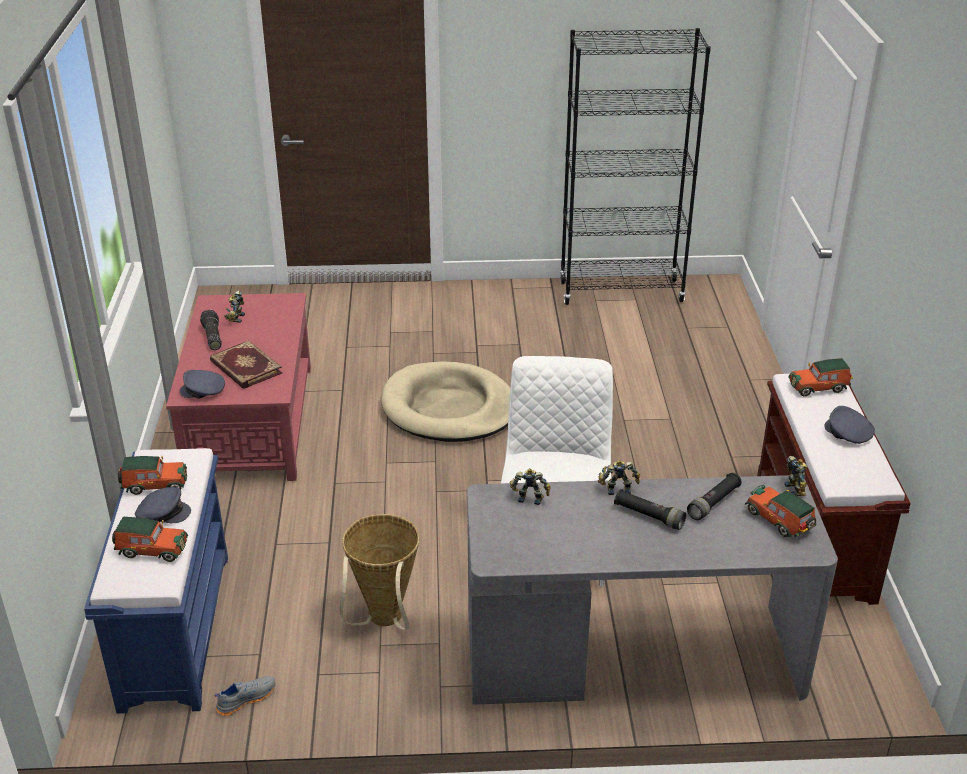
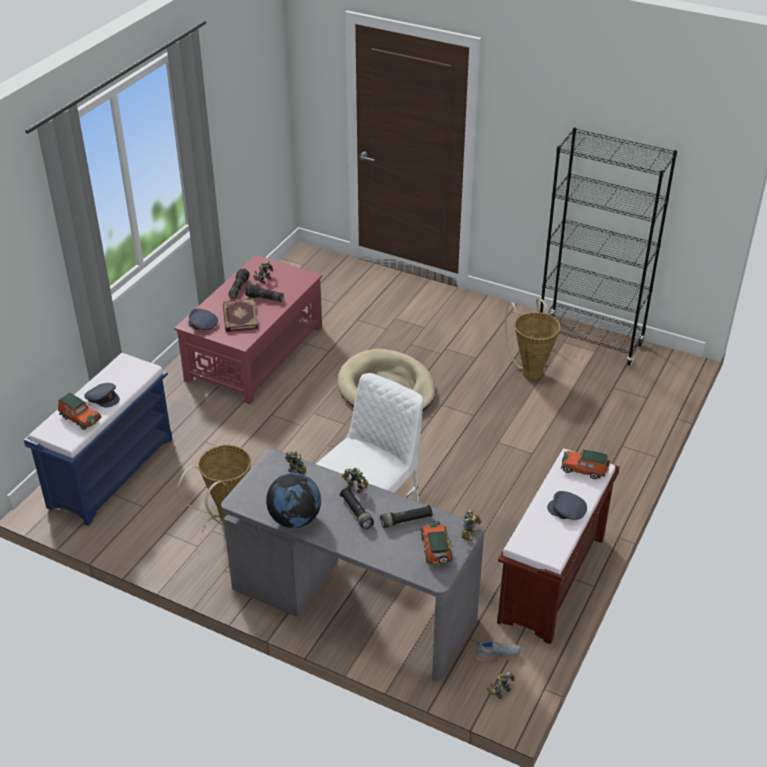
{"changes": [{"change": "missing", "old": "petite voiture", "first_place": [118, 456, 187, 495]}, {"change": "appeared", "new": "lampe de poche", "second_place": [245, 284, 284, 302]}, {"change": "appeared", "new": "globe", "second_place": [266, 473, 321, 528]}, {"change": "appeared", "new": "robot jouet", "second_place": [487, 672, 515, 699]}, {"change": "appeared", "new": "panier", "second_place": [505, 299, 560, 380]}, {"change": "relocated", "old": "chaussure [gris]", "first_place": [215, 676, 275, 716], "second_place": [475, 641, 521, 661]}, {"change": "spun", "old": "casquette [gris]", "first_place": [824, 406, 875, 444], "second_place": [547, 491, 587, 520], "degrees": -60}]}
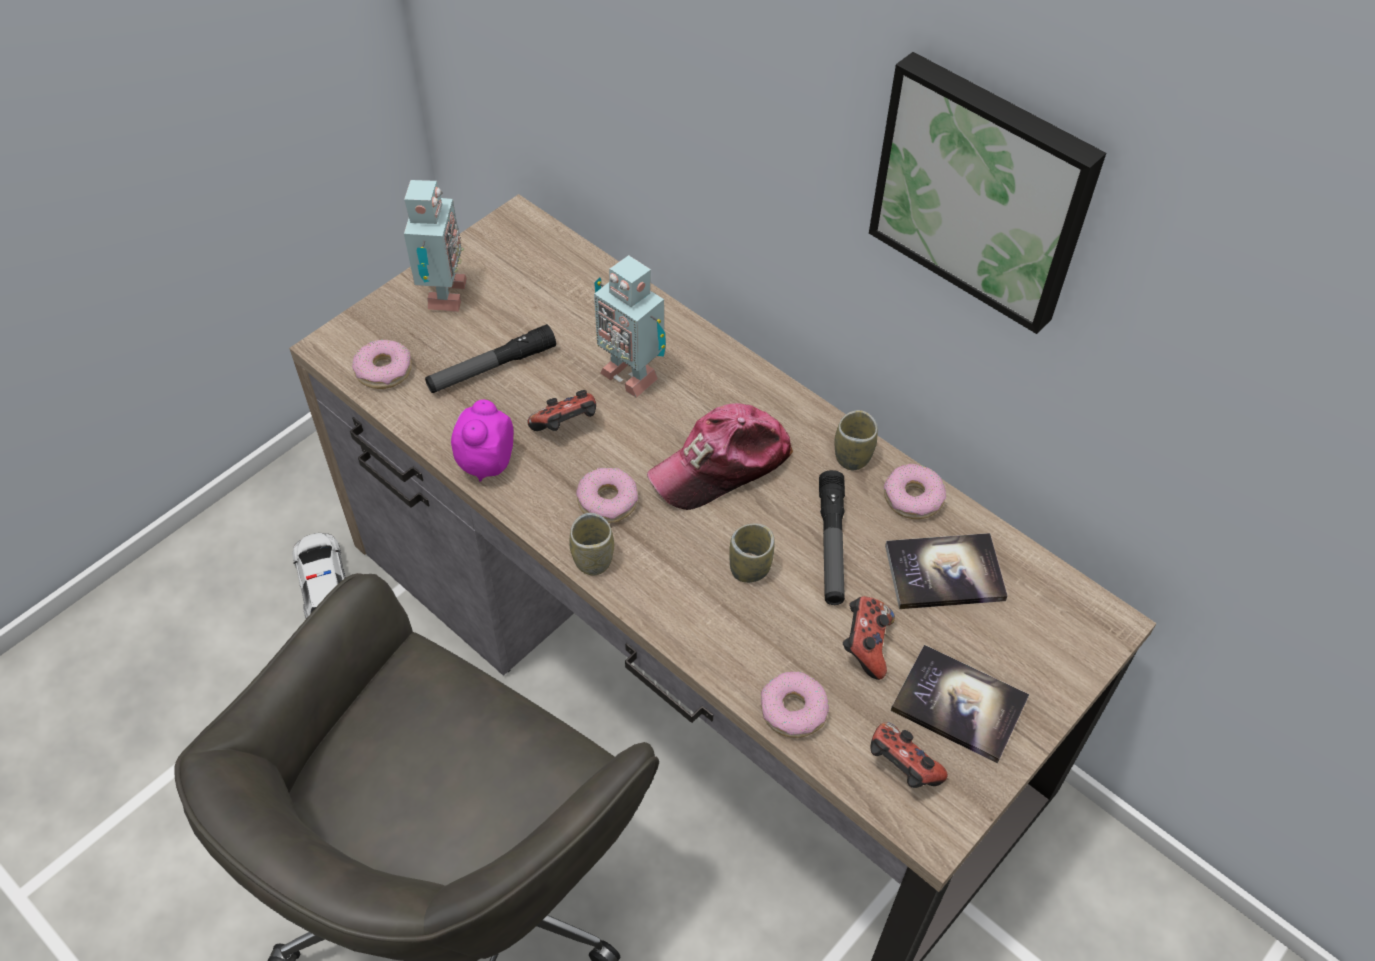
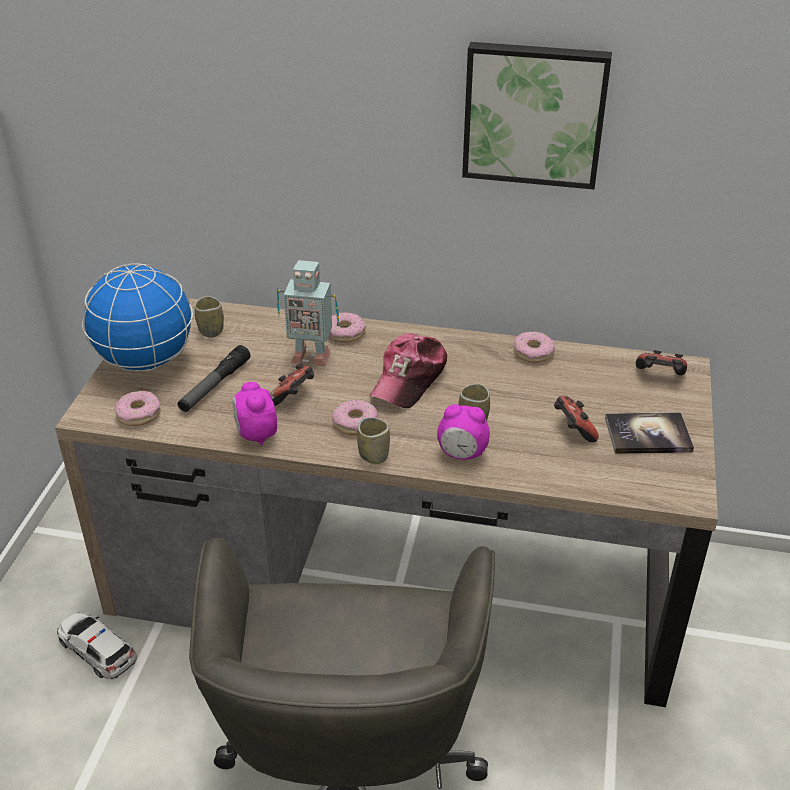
{"changes": [{"change": "missing", "old": "lampe de poche", "first_place": [819, 470, 845, 605]}, {"change": "missing", "old": "livre", "first_place": [885, 533, 1008, 609]}, {"change": "appeared", "new": "réveil", "second_place": [437, 404, 490, 460]}, {"change": "relocated", "old": "beignet", "first_place": [761, 672, 829, 738], "second_place": [328, 312, 366, 342]}, {"change": "relocated", "old": "tasse", "first_place": [834, 410, 877, 470], "second_place": [195, 296, 224, 338]}, {"change": "relocated", "old": "manette", "first_place": [870, 722, 948, 788], "second_place": [636, 350, 687, 375]}, {"change": "exchanged", "old": "robot jouet", "new": "globe", "first_place": [404, 180, 467, 312], "second_place": [82, 263, 193, 371]}]}
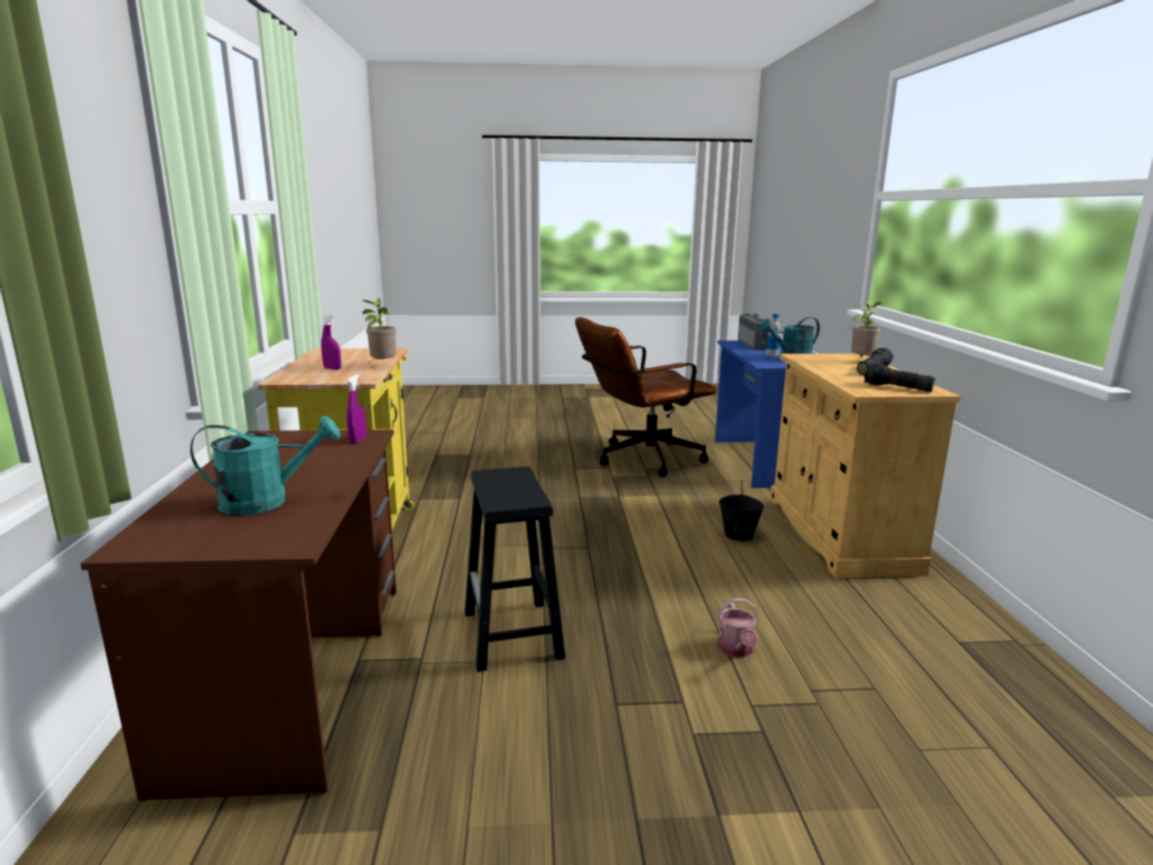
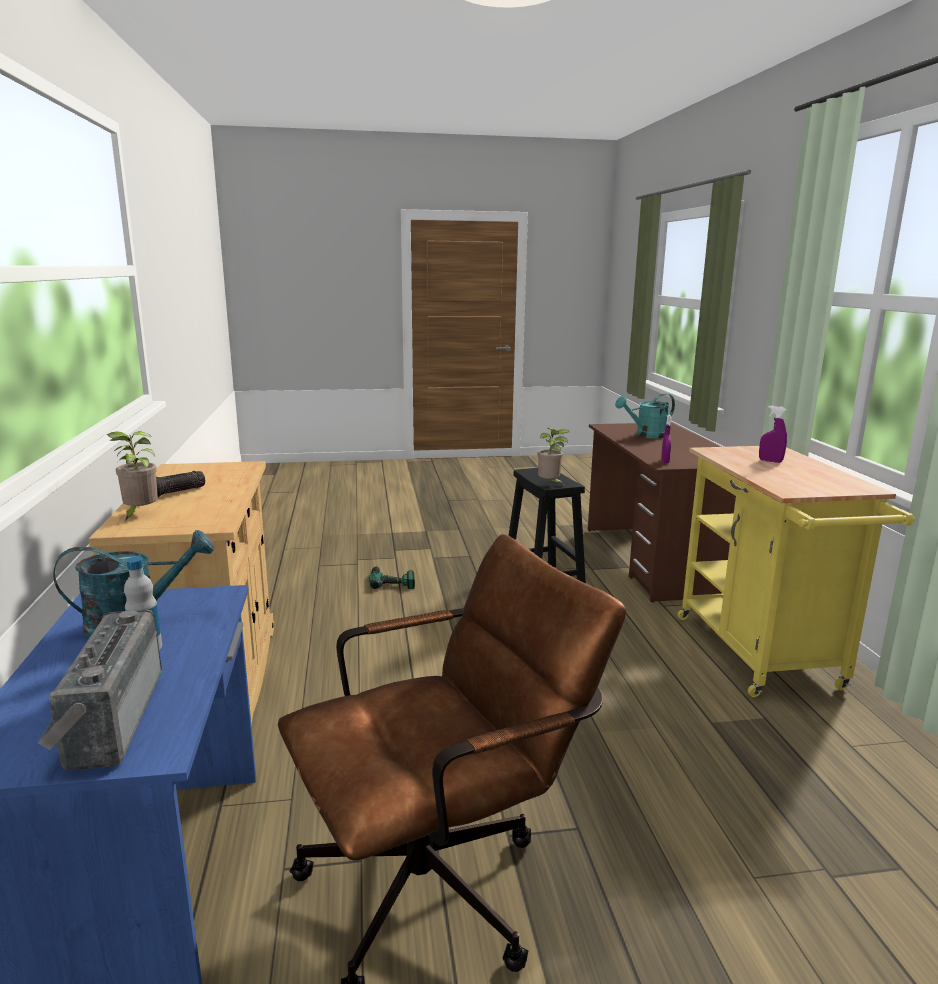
{"changes": [{"change": "missing", "old": "seau [noir]", "first_place": [719, 480, 764, 541]}, {"change": "missing", "old": "lampe de poche", "first_place": [864, 363, 935, 392]}, {"change": "relocated", "old": "plante en pot", "first_place": [363, 298, 396, 363], "second_place": [537, 428, 569, 486]}, {"change": "exchanged", "old": "arrosoir", "new": "perceuse", "first_place": [717, 599, 759, 657], "second_place": [369, 565, 415, 589]}]}
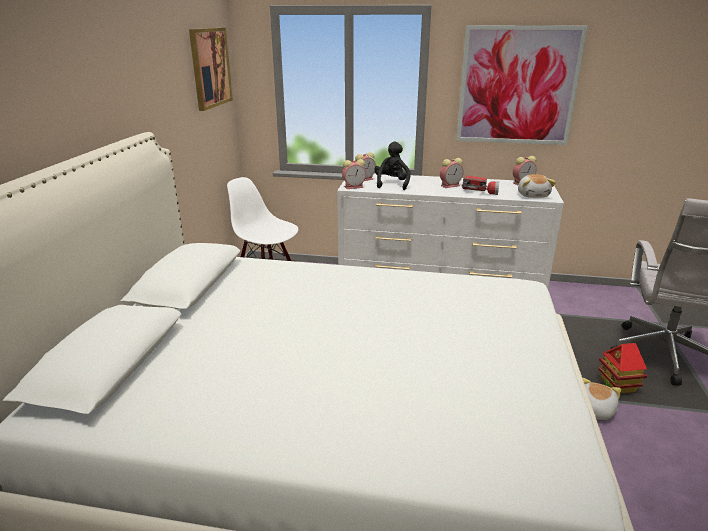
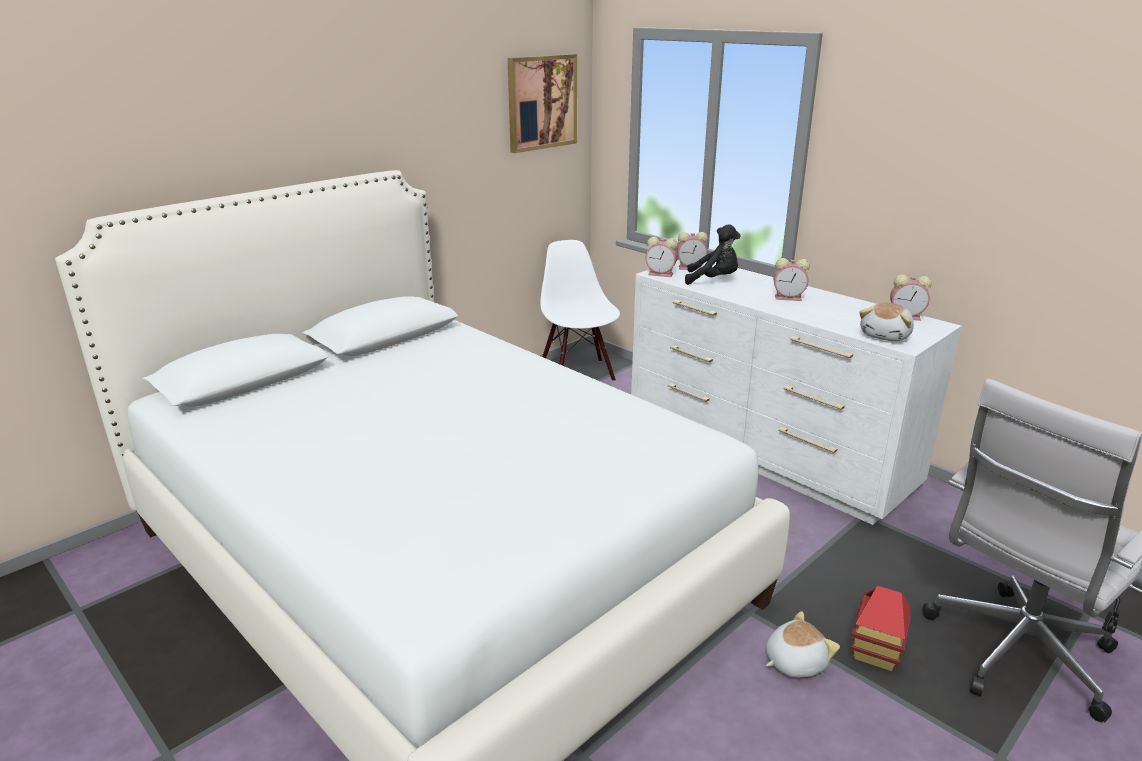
{"changes": [{"change": "missing", "old": "tableau", "first_place": [456, 25, 588, 145]}, {"change": "missing", "old": "lampe de poche", "first_place": [462, 175, 499, 195]}, {"change": "spun", "old": "peluche [noir]", "first_place": [374, 141, 411, 190], "second_place": [685, 224, 741, 285], "degrees": 60}]}
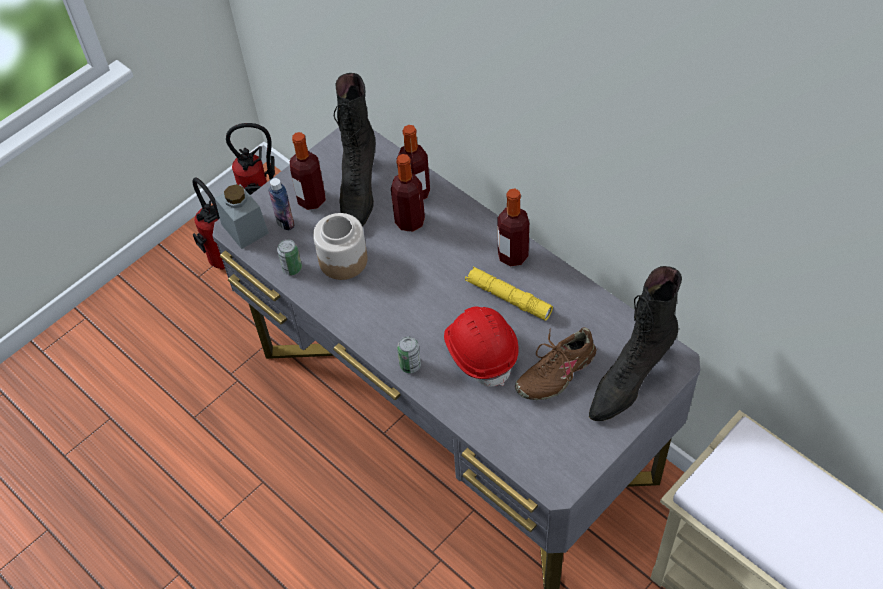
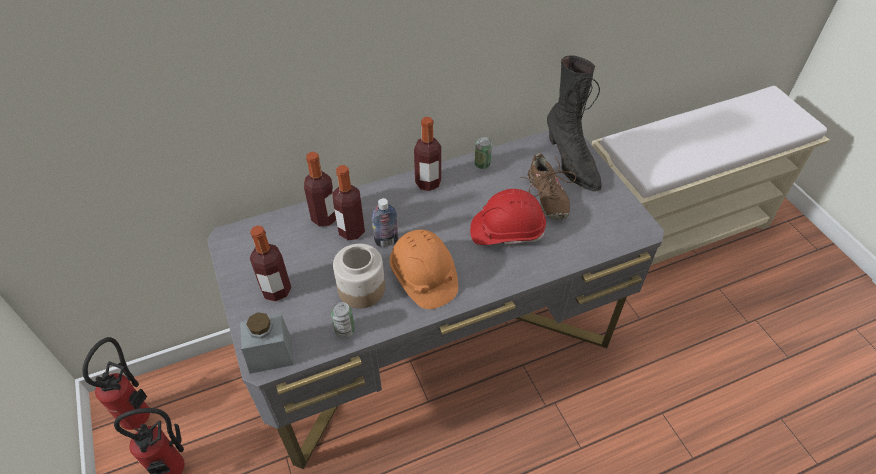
{"changes": [{"change": "missing", "old": "botte [noir]", "first_place": [334, 73, 376, 227]}, {"change": "missing", "old": "lampe de poche [jaune]", "first_place": [465, 266, 553, 321]}, {"change": "appeared", "new": "casque de chantier [orange]", "second_place": [389, 229, 458, 309]}, {"change": "relocated", "old": "bouteille", "first_place": [268, 178, 295, 230], "second_place": [372, 198, 399, 247]}, {"change": "relocated", "old": "boîte métallique", "first_place": [397, 336, 421, 373], "second_place": [474, 137, 492, 169]}]}
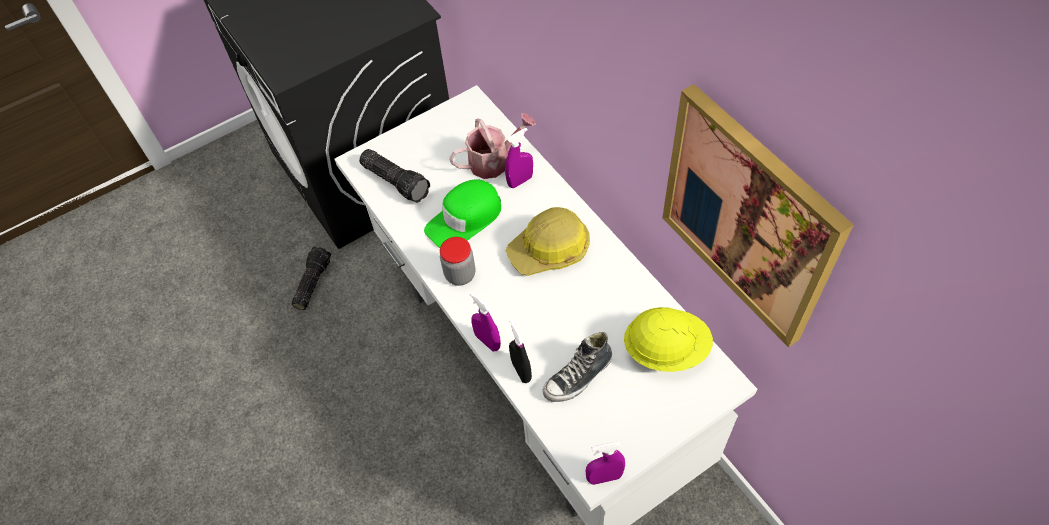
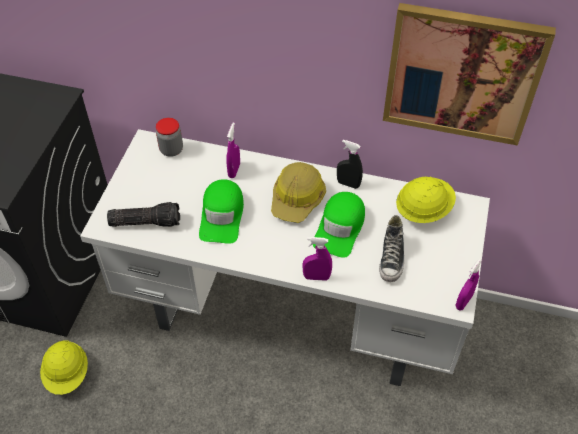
{"changes": [{"change": "missing", "old": "arrosoir", "first_place": [450, 113, 536, 179]}, {"change": "appeared", "new": "casquette [vert]", "second_place": [313, 192, 365, 258]}, {"change": "relocated", "old": "bocal", "first_place": [440, 237, 475, 286], "second_place": [156, 118, 183, 157]}, {"change": "relocated", "old": "vaporisateur [noir]", "first_place": [509, 320, 532, 383], "second_place": [337, 140, 363, 189]}, {"change": "exchanged", "old": "lampe de poche", "new": "casque de chantier [jaune]", "first_place": [291, 246, 331, 310], "second_place": [40, 341, 88, 395]}]}
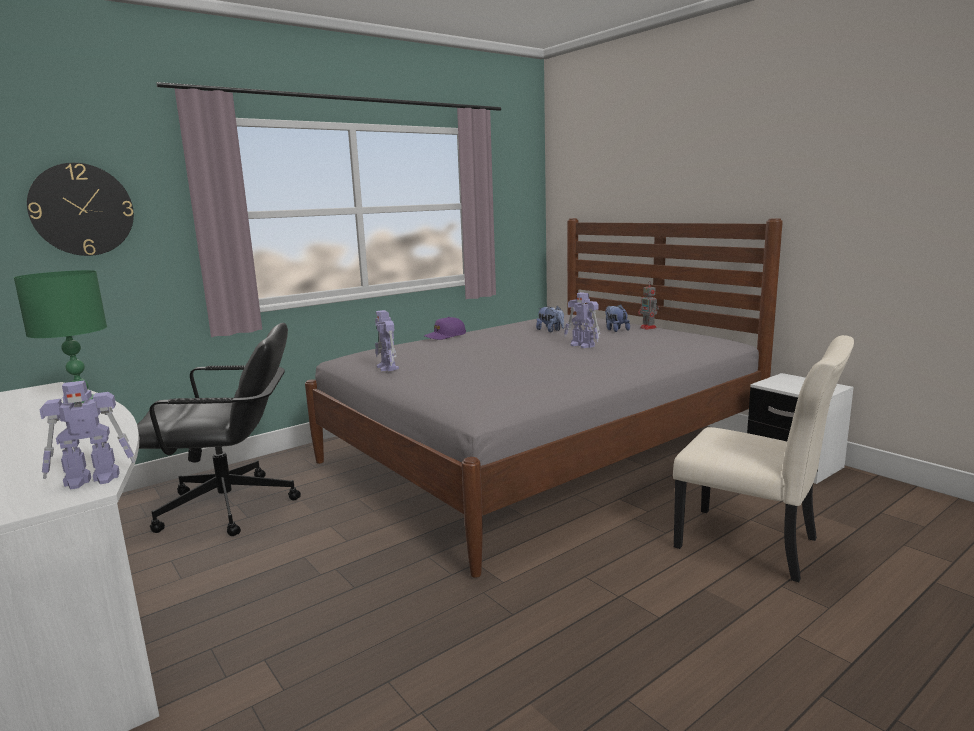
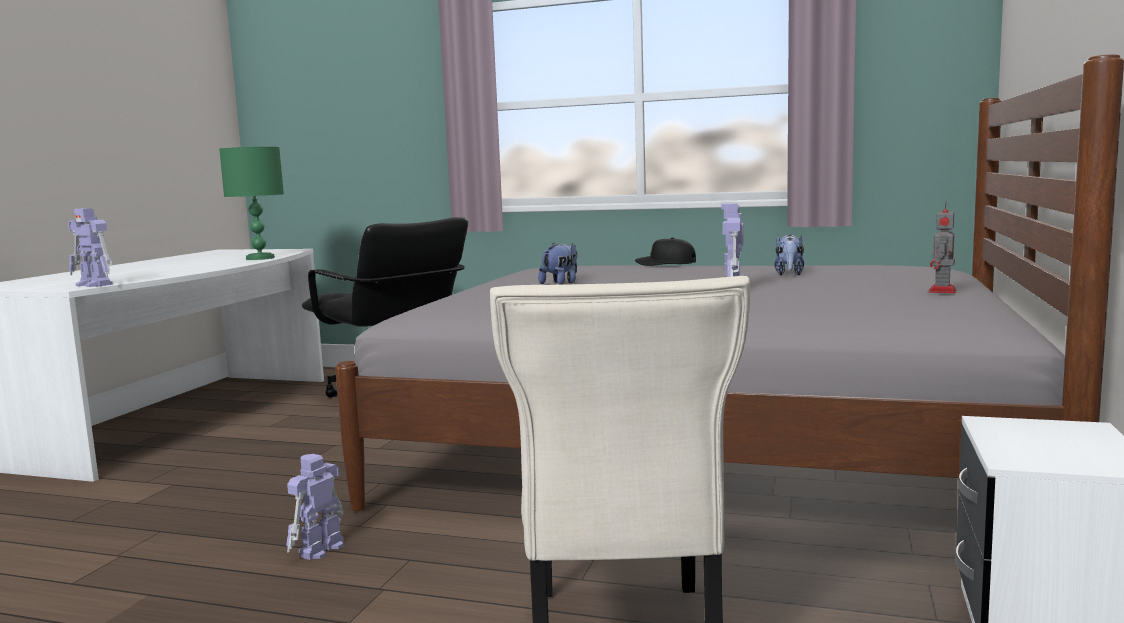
{"changes": [{"change": "missing", "old": "horloge murale", "first_place": [27, 163, 134, 256]}, {"change": "relocated", "old": "robot jouet", "first_place": [375, 310, 399, 371], "second_place": [286, 454, 344, 560]}, {"change": "relocated", "old": "peluche", "first_place": [605, 304, 630, 332], "second_place": [538, 242, 578, 285]}, {"change": "colour", "old": "casquette [violet]", "new": "casquette [noir]", "first_place": [424, 317, 466, 340], "second_place": [635, 237, 696, 266]}]}
